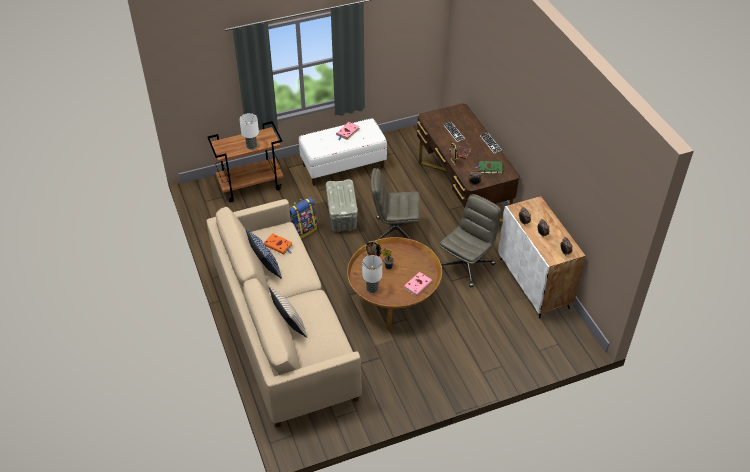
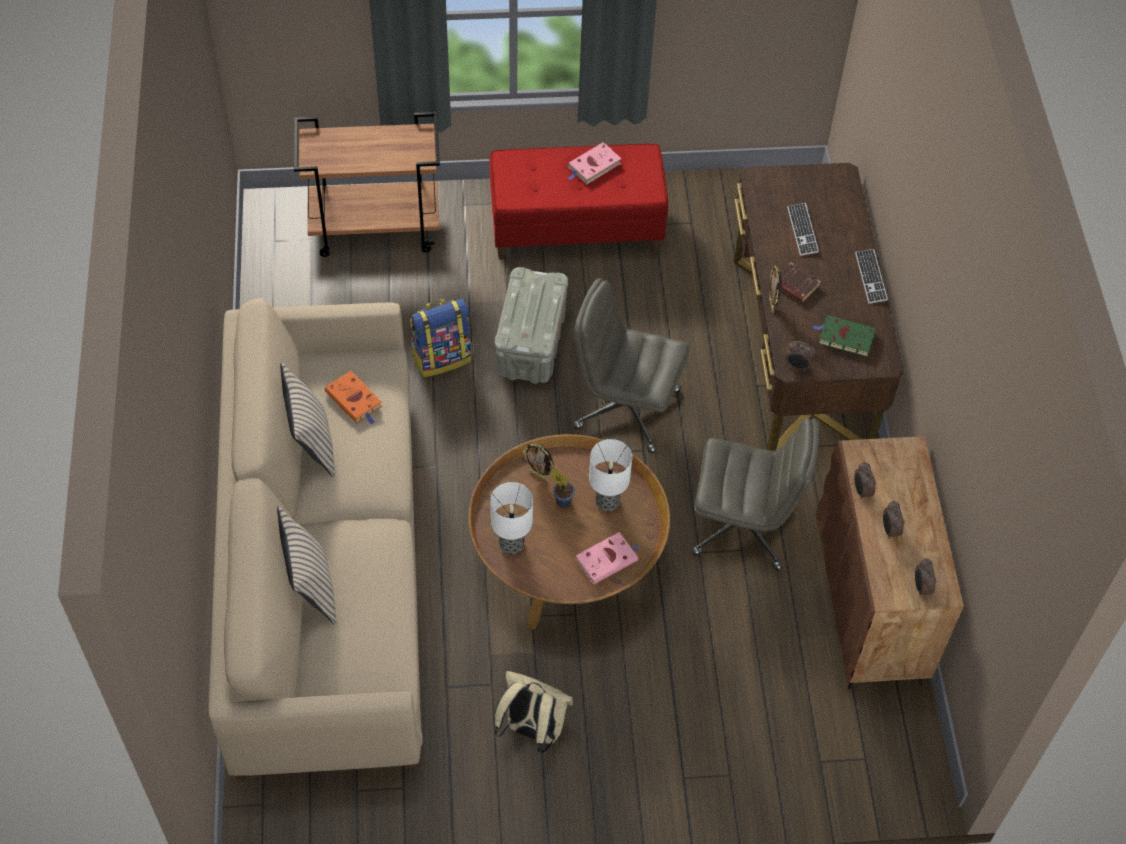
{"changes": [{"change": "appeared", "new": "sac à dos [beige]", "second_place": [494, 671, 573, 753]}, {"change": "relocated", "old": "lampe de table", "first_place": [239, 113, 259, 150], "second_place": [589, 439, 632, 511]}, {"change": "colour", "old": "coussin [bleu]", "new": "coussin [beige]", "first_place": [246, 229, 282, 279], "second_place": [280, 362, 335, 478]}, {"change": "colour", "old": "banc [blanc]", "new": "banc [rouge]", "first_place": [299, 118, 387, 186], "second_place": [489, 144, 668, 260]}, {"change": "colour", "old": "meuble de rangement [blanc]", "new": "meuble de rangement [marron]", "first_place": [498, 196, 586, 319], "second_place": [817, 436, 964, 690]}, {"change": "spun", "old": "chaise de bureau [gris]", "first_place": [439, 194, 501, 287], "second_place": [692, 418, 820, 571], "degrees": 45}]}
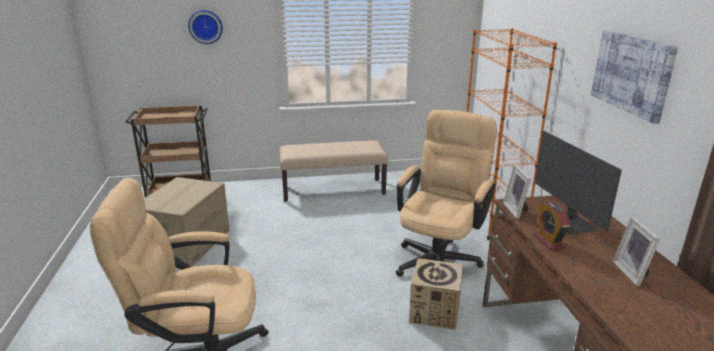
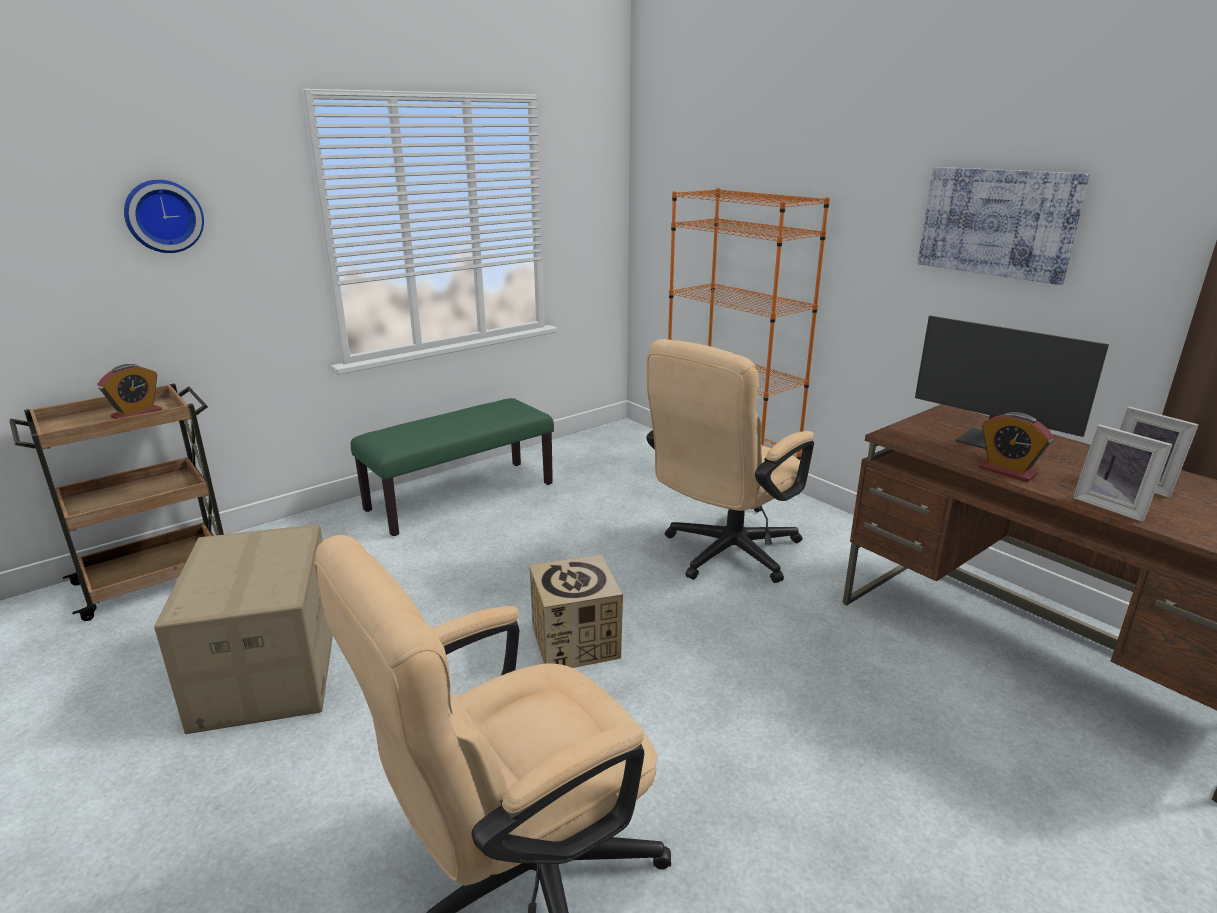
{"changes": [{"change": "appeared", "new": "réveil", "second_place": [97, 364, 162, 419]}, {"change": "relocated", "old": "carton", "first_place": [409, 258, 463, 330], "second_place": [529, 554, 623, 668]}, {"change": "relocated", "old": "cadre photo", "first_place": [503, 165, 531, 219], "second_place": [1073, 424, 1173, 522]}, {"change": "colour", "old": "banc [beige]", "new": "banc [vert]", "first_place": [280, 141, 388, 201], "second_place": [351, 398, 554, 536]}, {"change": "spun", "old": "chaise de bureau [beige]", "first_place": [396, 110, 497, 277], "second_place": [647, 339, 814, 583], "degrees": -135}]}
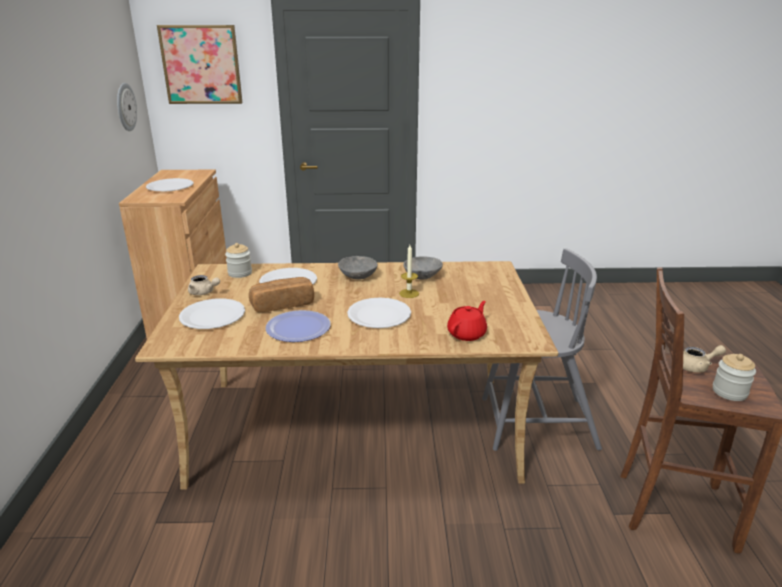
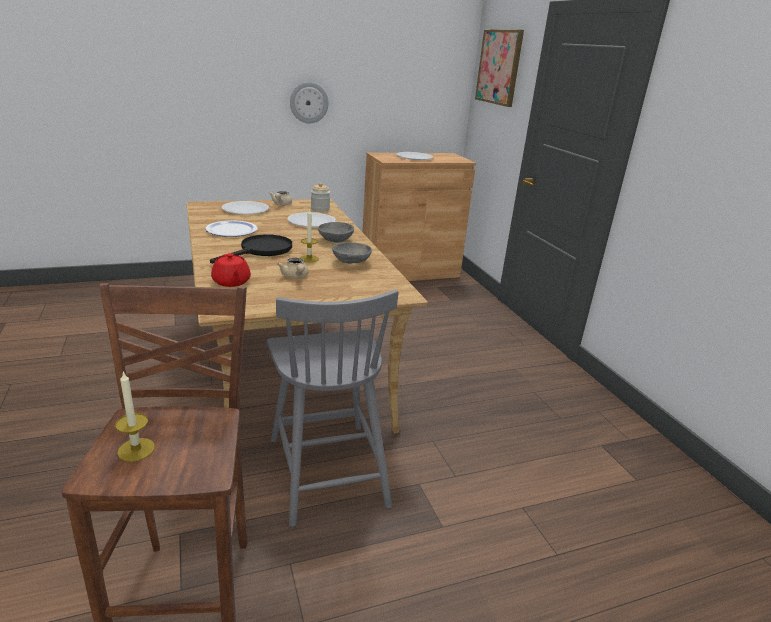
{"changes": [{"change": "missing", "old": "pain", "first_place": [249, 277, 314, 312]}, {"change": "relocated", "old": "horloge murale", "first_place": [117, 83, 137, 131], "second_place": [290, 82, 329, 123]}, {"change": "relocated", "old": "théière [beige]", "first_place": [683, 345, 726, 373], "second_place": [277, 258, 309, 278]}, {"change": "exchanged", "old": "assiette [blanc]", "new": "poêle [noir]", "first_place": [347, 298, 411, 328], "second_place": [210, 234, 292, 263]}, {"change": "exchanged", "old": "bocal", "new": "bougie", "first_place": [713, 354, 756, 401], "second_place": [115, 371, 155, 462]}, {"change": "spun", "old": "théière [rouge]", "first_place": [447, 301, 487, 341], "second_place": [211, 253, 251, 287], "degrees": 45}]}
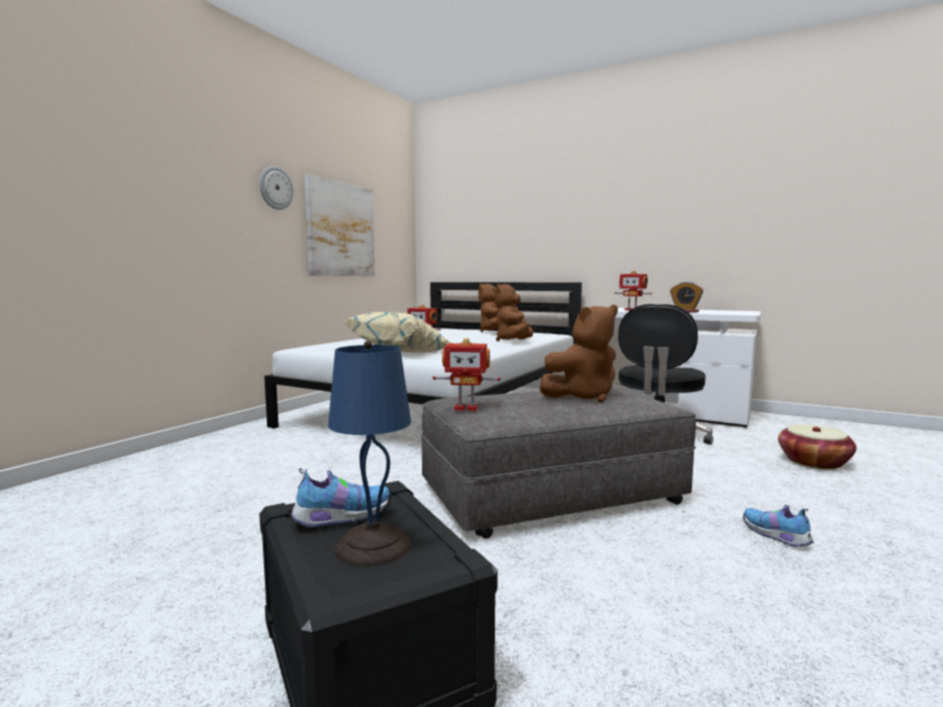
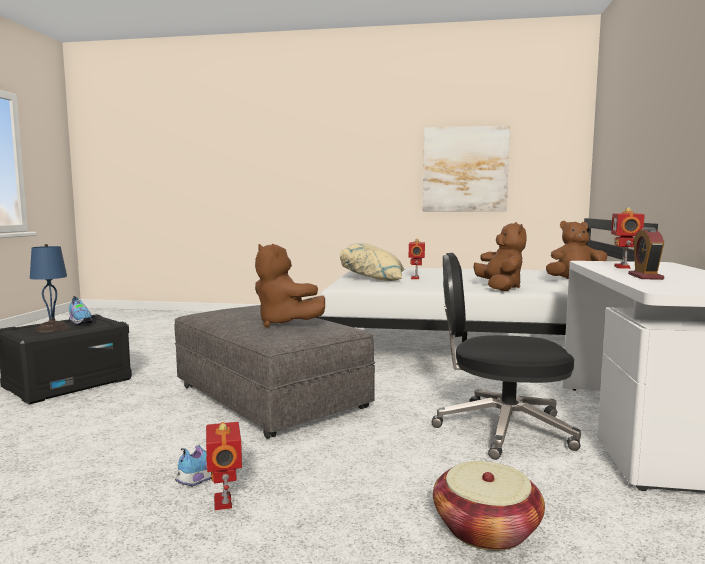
{"changes": [{"change": "missing", "old": "horloge murale", "first_place": [260, 166, 294, 210]}, {"change": "relocated", "old": "robot jouet", "first_place": [433, 338, 501, 411], "second_place": [206, 422, 242, 510]}, {"change": "spun", "old": "peluche [marron]", "first_place": [494, 283, 533, 341], "second_place": [474, 222, 526, 291], "degrees": 90}]}
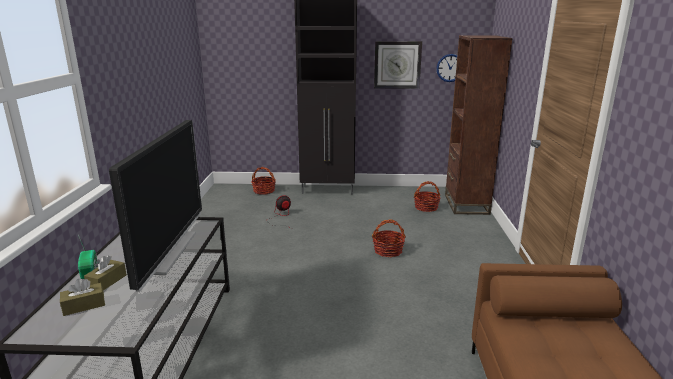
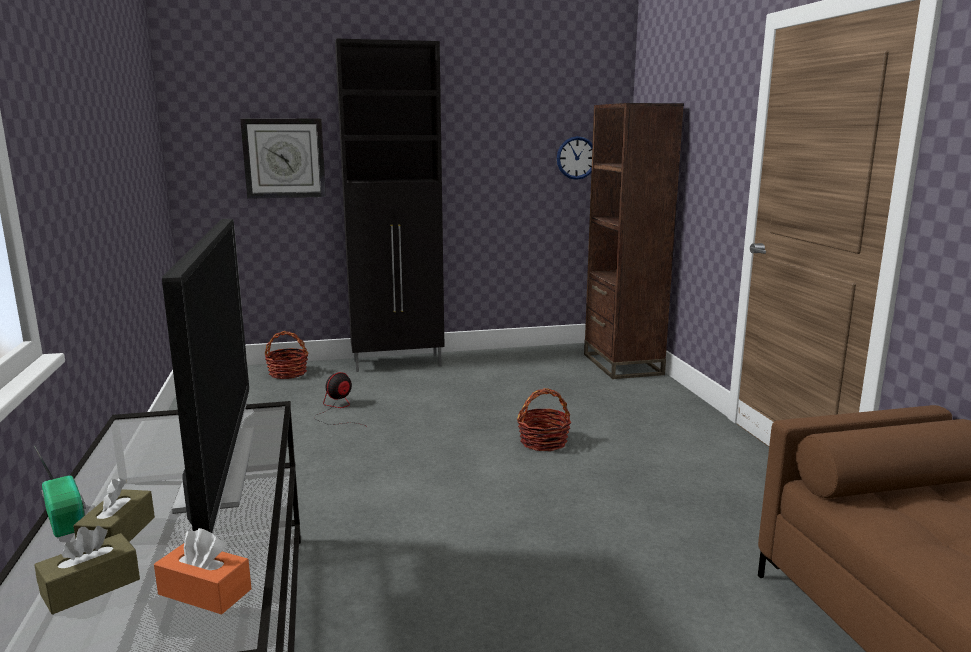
{"changes": [{"change": "missing", "old": "panier", "first_place": [414, 181, 441, 212]}, {"change": "appeared", "new": "boîte à mouchoirs [orange]", "second_place": [154, 528, 251, 615]}, {"change": "relocated", "old": "horloge murale", "first_place": [374, 41, 422, 89], "second_place": [240, 118, 326, 199]}]}
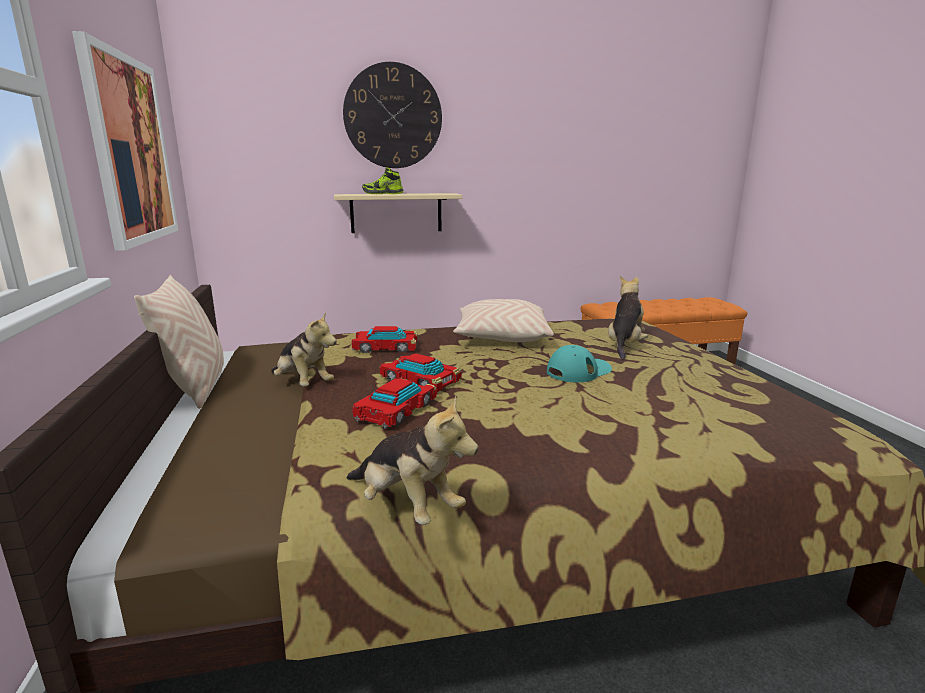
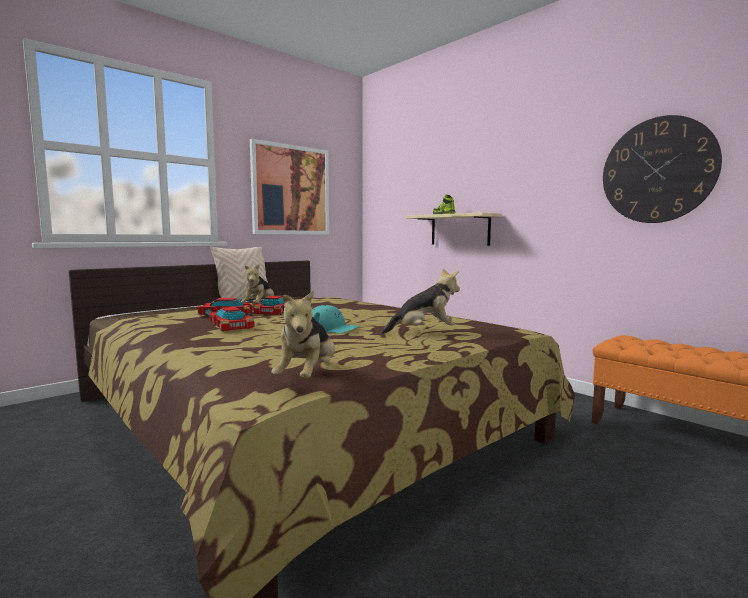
{"changes": [{"change": "missing", "old": "coussin [beige]", "first_place": [453, 299, 554, 342]}, {"change": "relocated", "old": "horloge murale", "first_place": [343, 62, 442, 168], "second_place": [603, 115, 722, 223]}, {"change": "relocated", "old": "peluche", "first_place": [347, 395, 478, 525], "second_place": [271, 290, 335, 379]}, {"change": "relocated", "old": "petite voiture", "first_place": [352, 326, 418, 353], "second_place": [210, 307, 255, 331]}]}
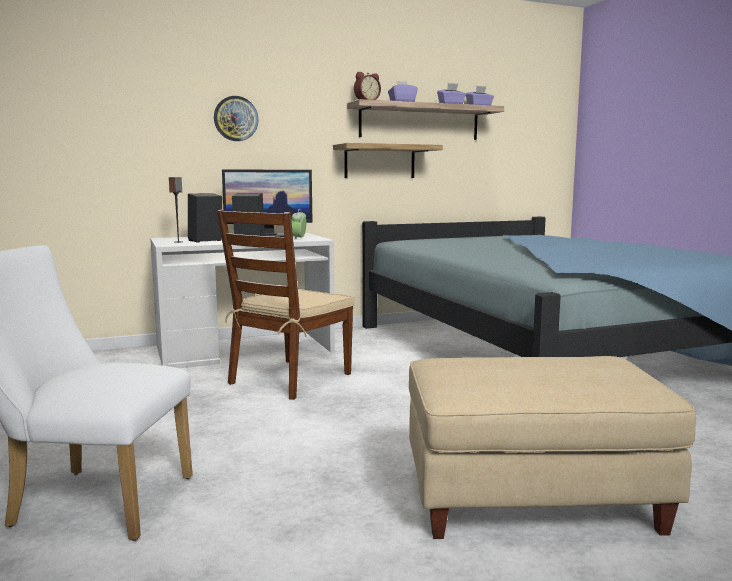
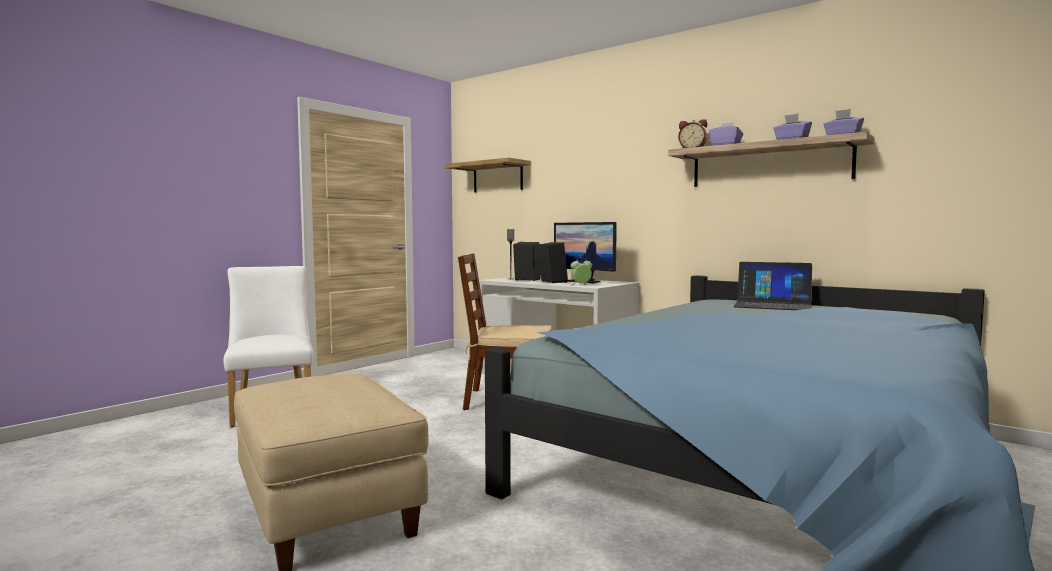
{"changes": [{"change": "missing", "old": "horloge murale", "first_place": [214, 96, 259, 141]}, {"change": "appeared", "new": "ordinateur portable", "second_place": [733, 262, 812, 310]}, {"change": "relocated", "old": "étagère", "first_place": [333, 143, 443, 178], "second_place": [444, 158, 531, 192]}]}
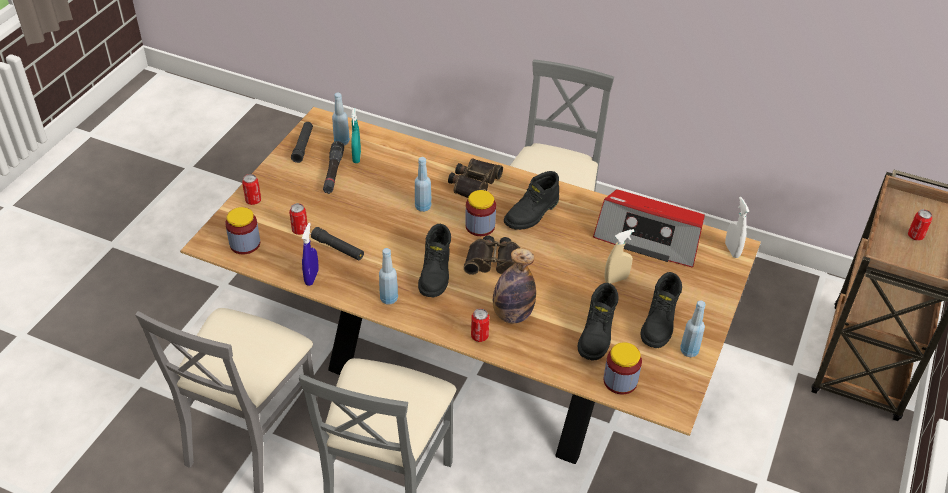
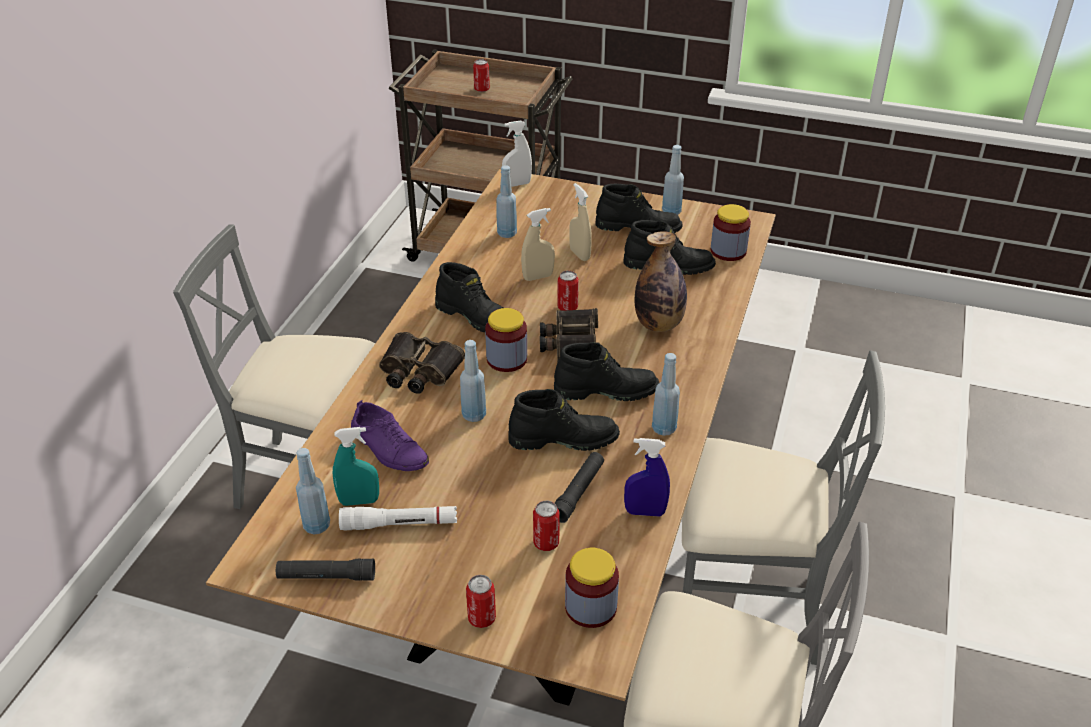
{"changes": [{"change": "appeared", "new": "chaussure [violet]", "second_place": [351, 400, 429, 471]}, {"change": "appeared", "new": "botte [noir]", "second_place": [509, 389, 620, 451]}, {"change": "appeared", "new": "vaporisateur [beige]", "second_place": [521, 208, 555, 281]}, {"change": "relocated", "old": "boîte métallique", "first_place": [471, 309, 489, 342], "second_place": [557, 270, 579, 311]}, {"change": "exchanged", "old": "radio", "new": "bouteille [bleu]", "first_place": [593, 190, 705, 267], "second_place": [496, 165, 517, 238]}, {"change": "colour", "old": "lampe de poche [noir]", "new": "lampe de poche [blanc]", "first_place": [323, 141, 344, 194], "second_place": [339, 506, 457, 530]}]}
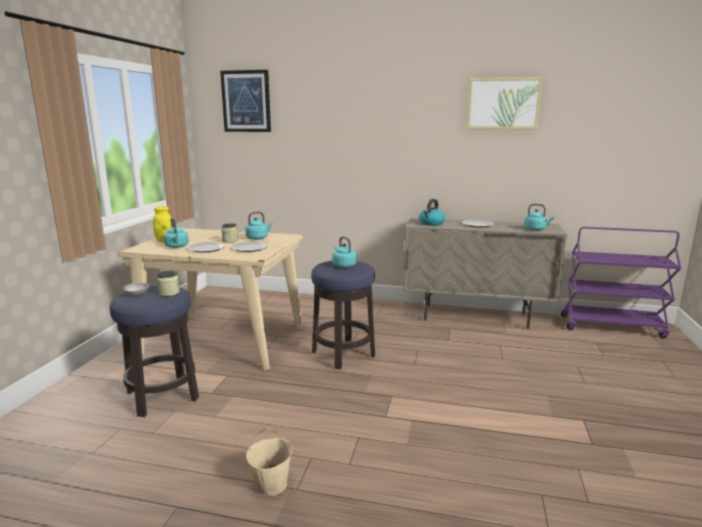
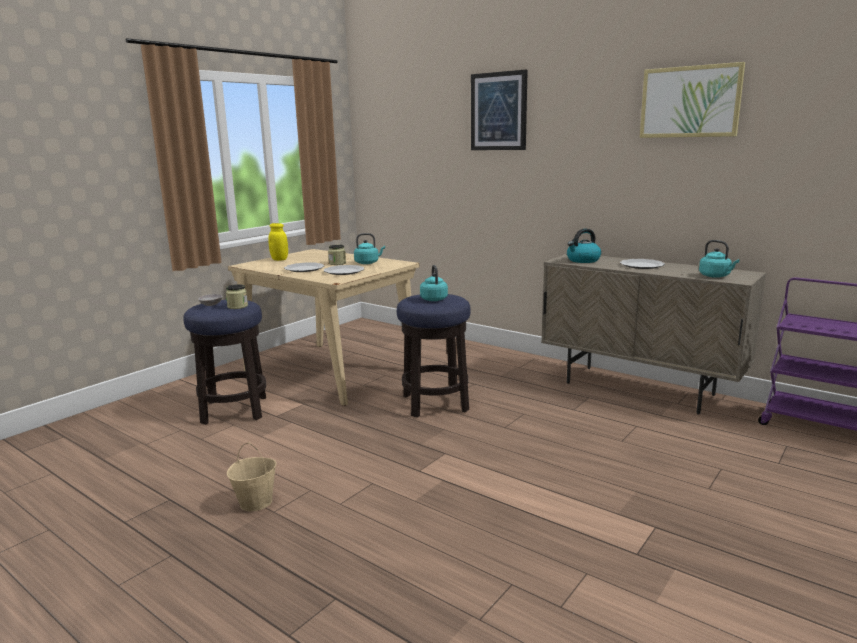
{"changes": [{"change": "missing", "old": "bouilloire [turquoise]", "first_place": [164, 218, 189, 248]}, {"change": "relocated", "old": "tableau", "first_place": [220, 70, 271, 132], "second_place": [471, 70, 528, 150]}]}
